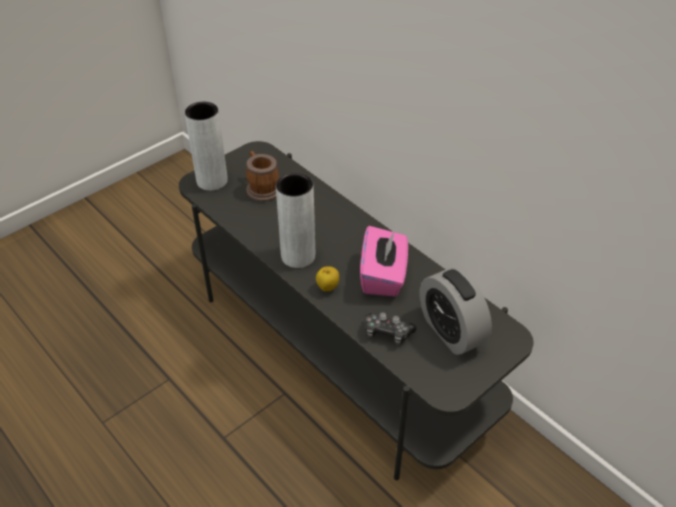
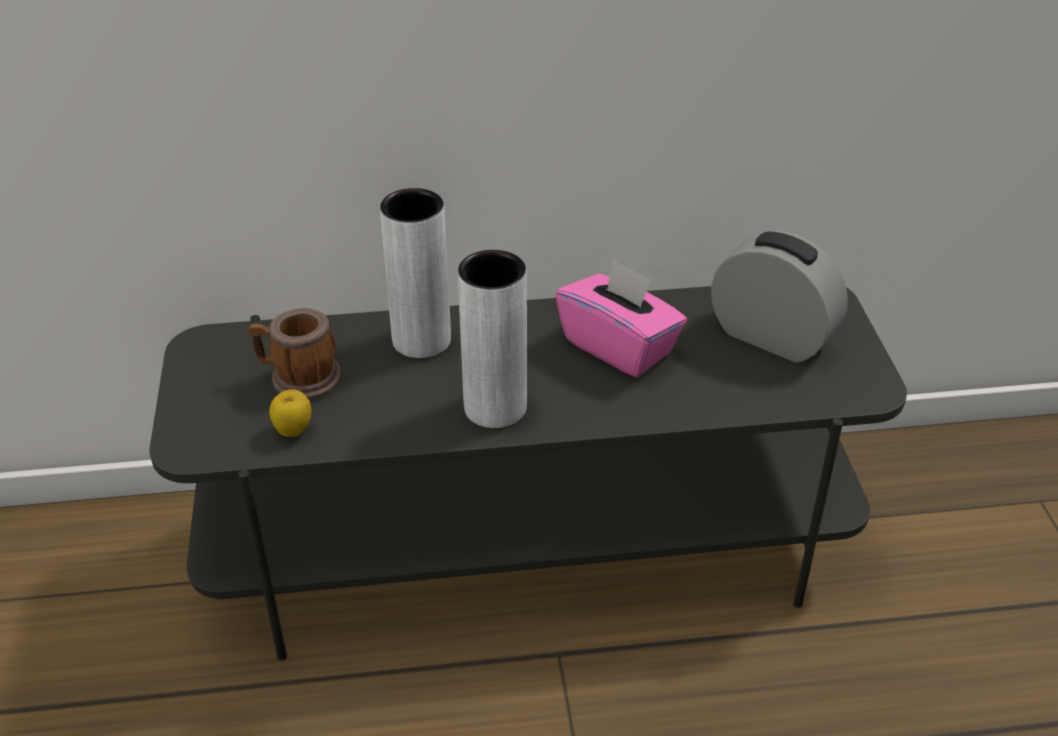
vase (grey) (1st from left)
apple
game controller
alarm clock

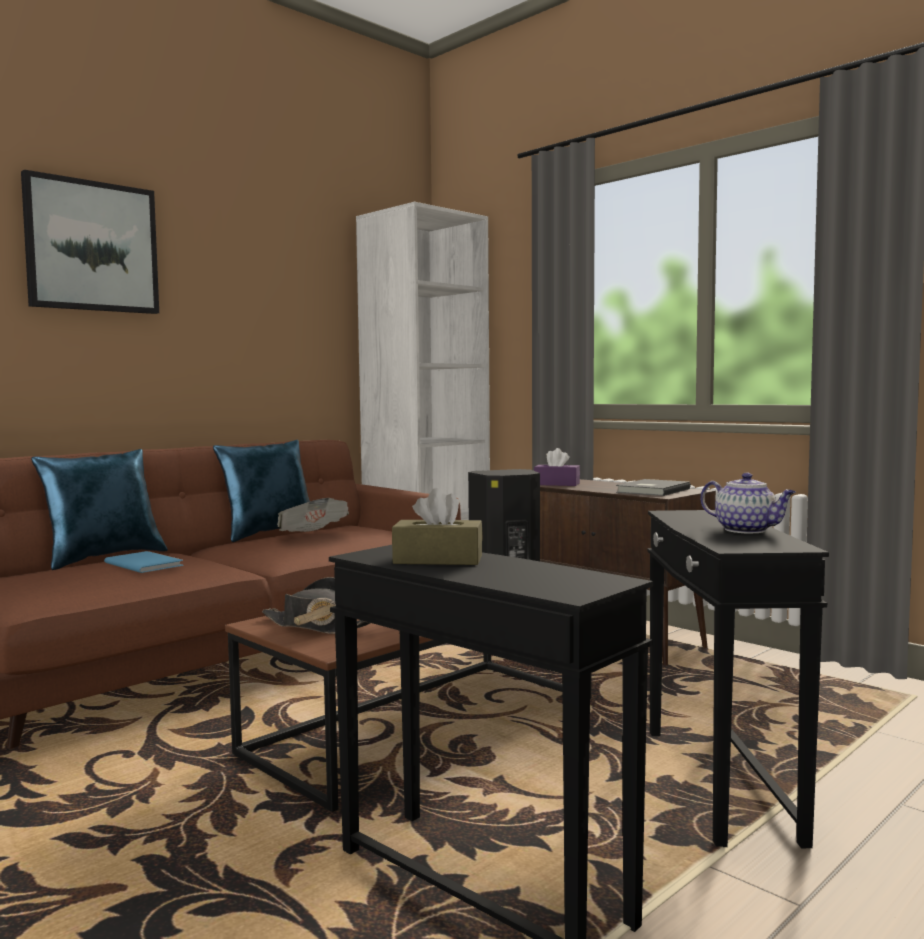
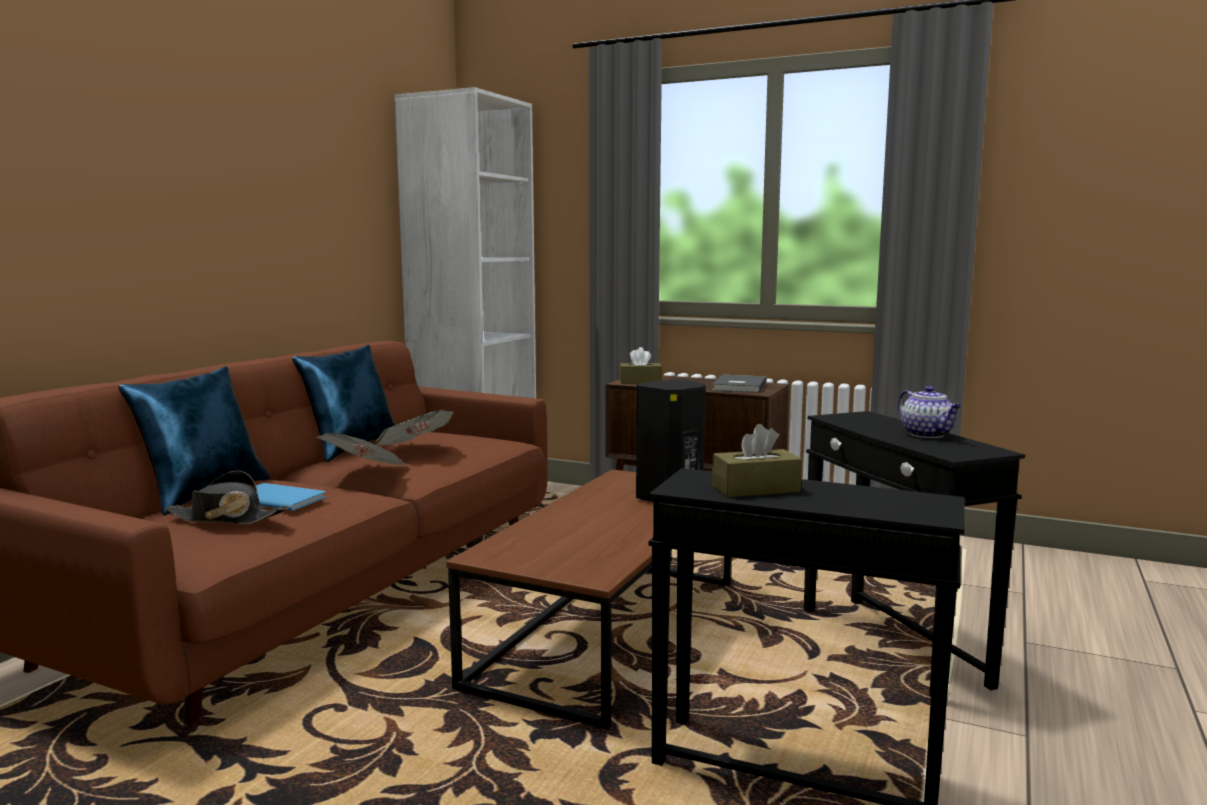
picture
hat (black)
tissue box (brown) (1st from left)
teapot
newspaper (1st from left)

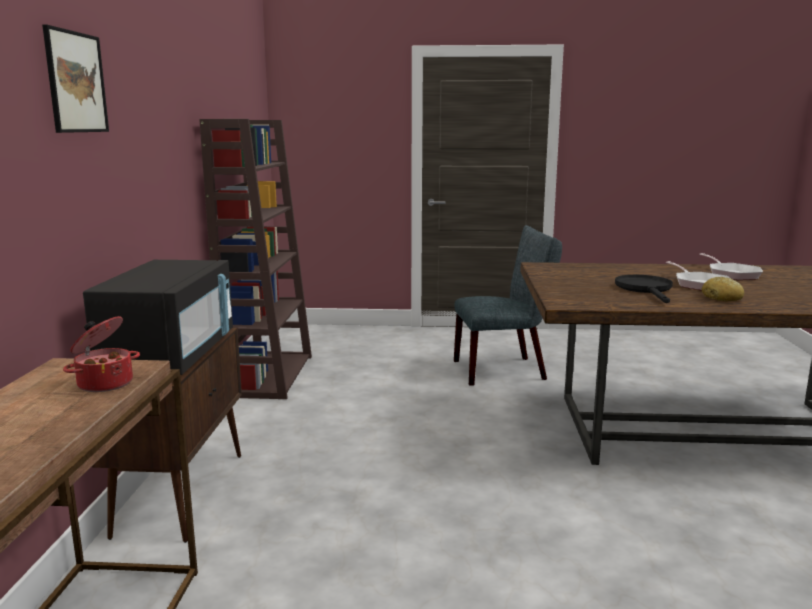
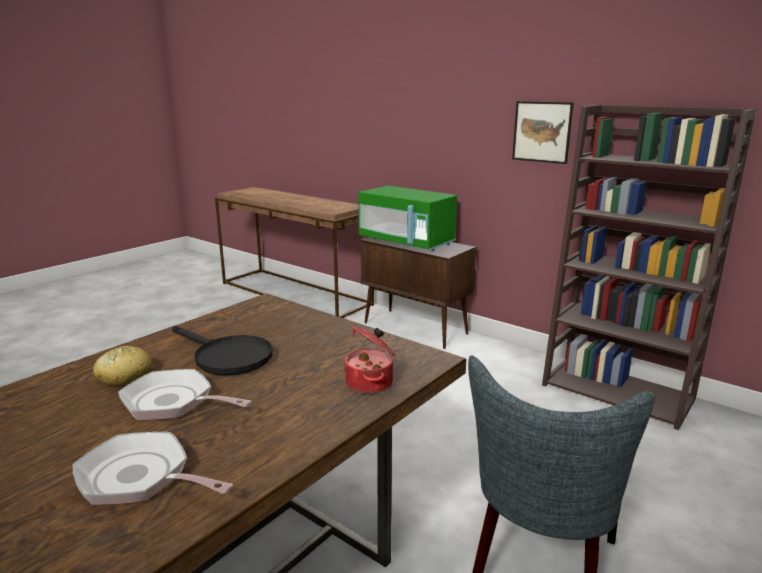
picture
cooking pot
microwave (green)

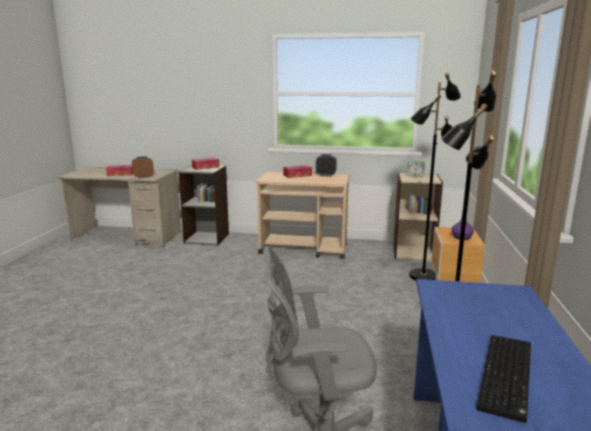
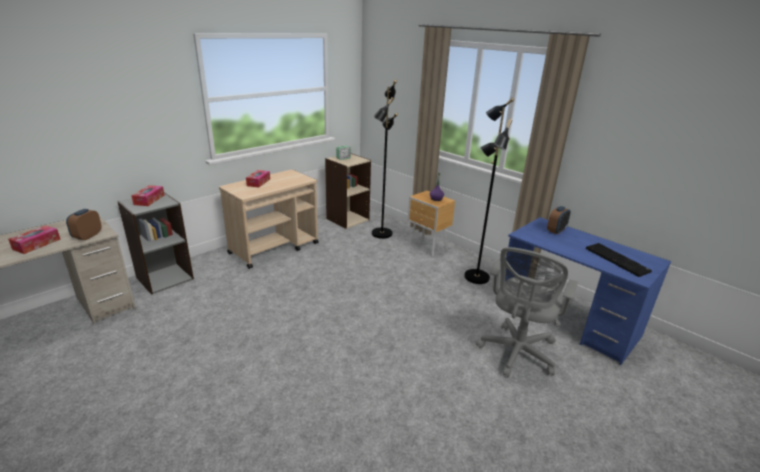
alarm clock (3rd from left)

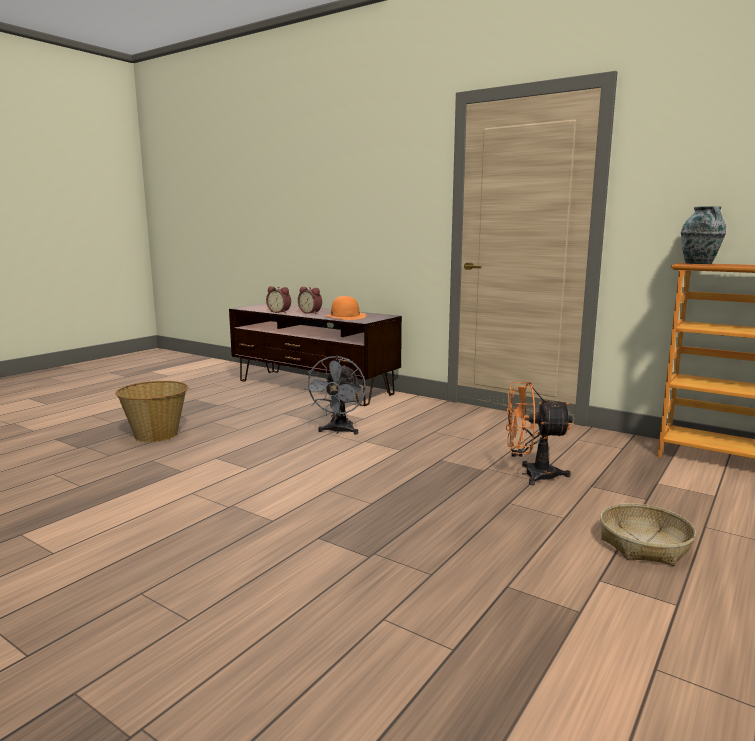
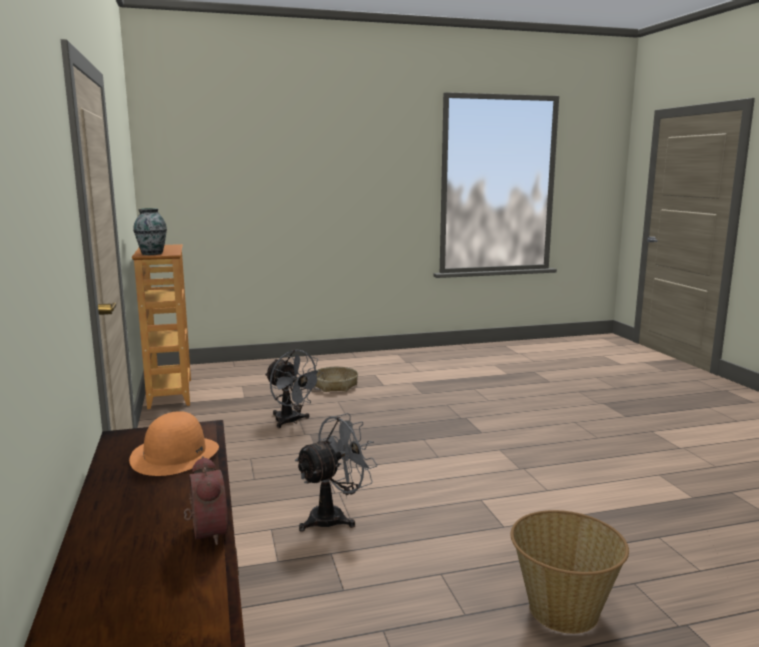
alarm clock (2nd from left in the first image)
fan (grey) (1st from left)

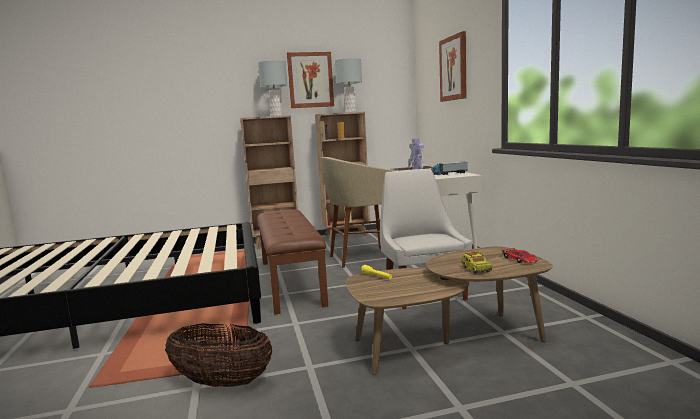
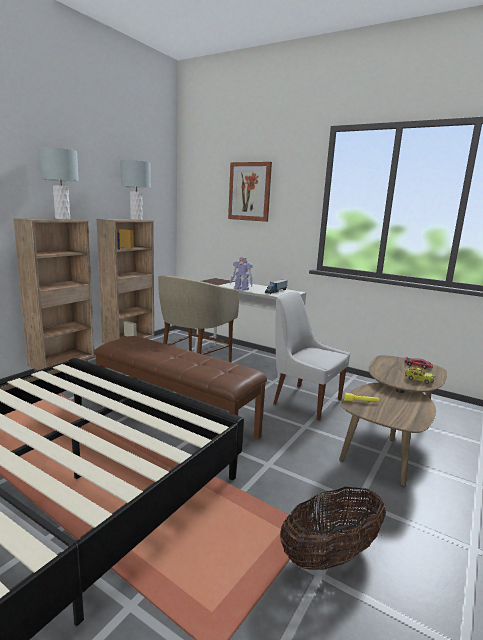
picture (1st from left in the first image)

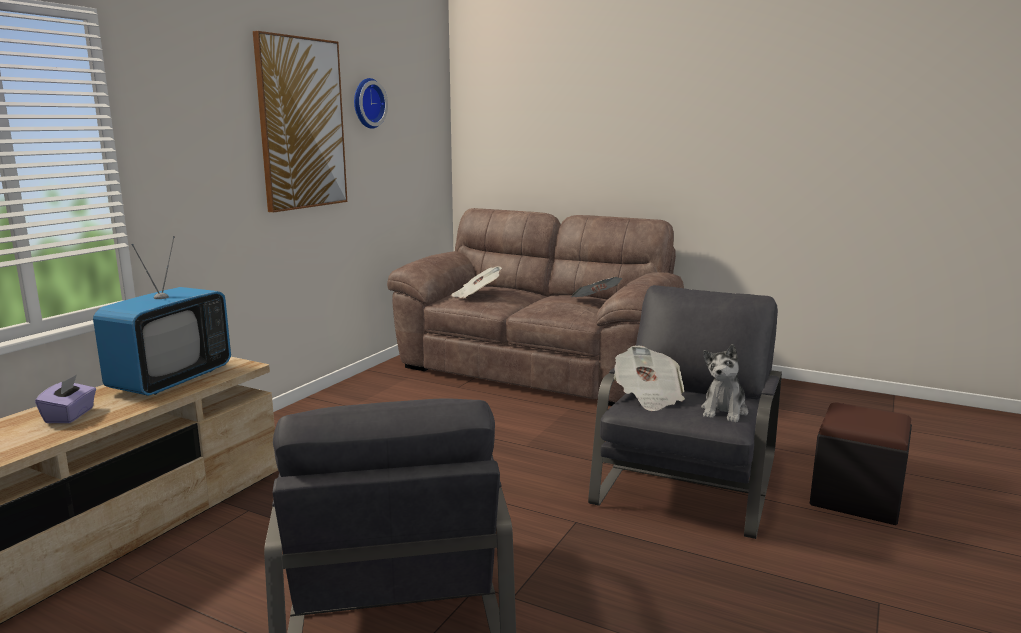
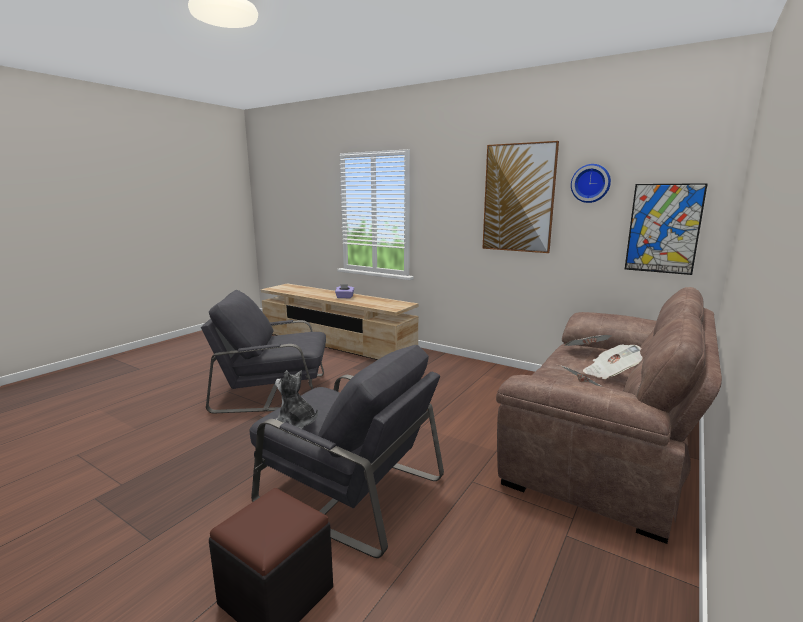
television
newspaper (3rd from left)
picture (2nd from left)

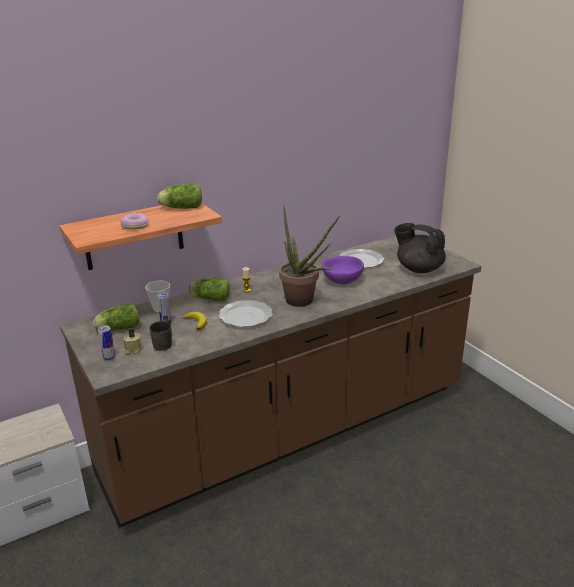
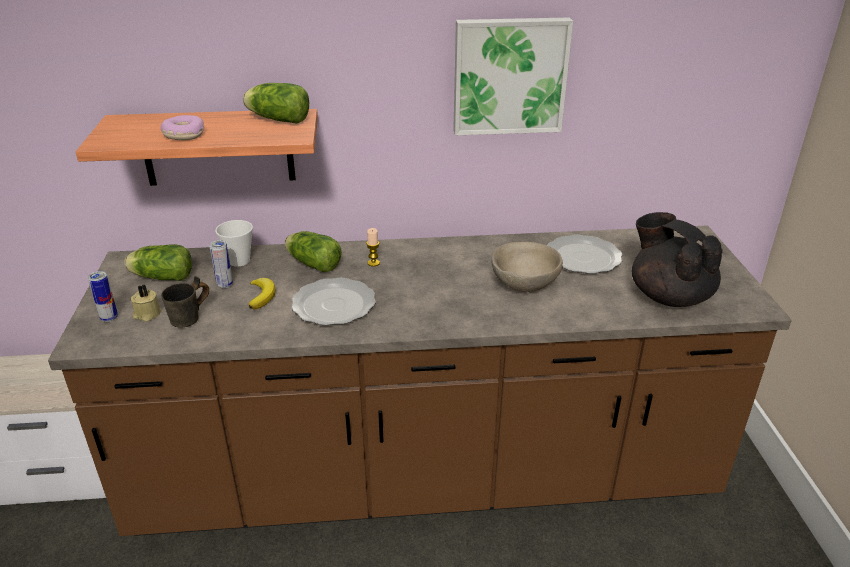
potted plant
bowl (beige)
picture

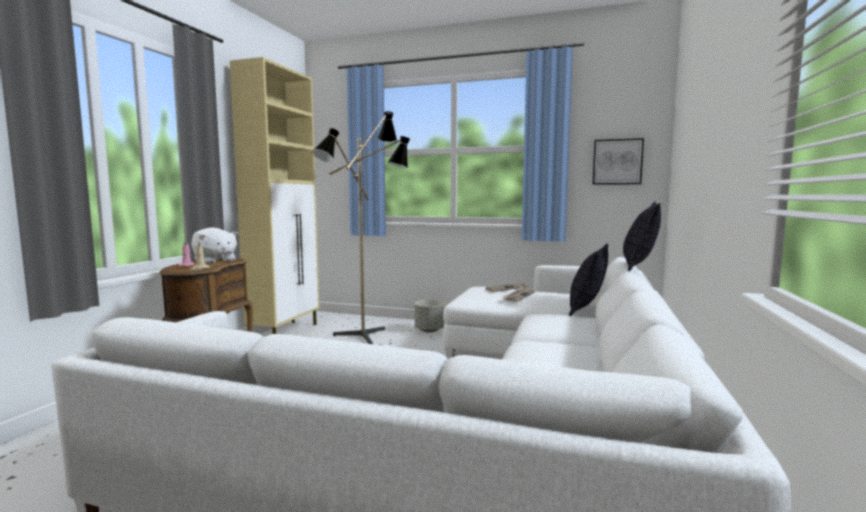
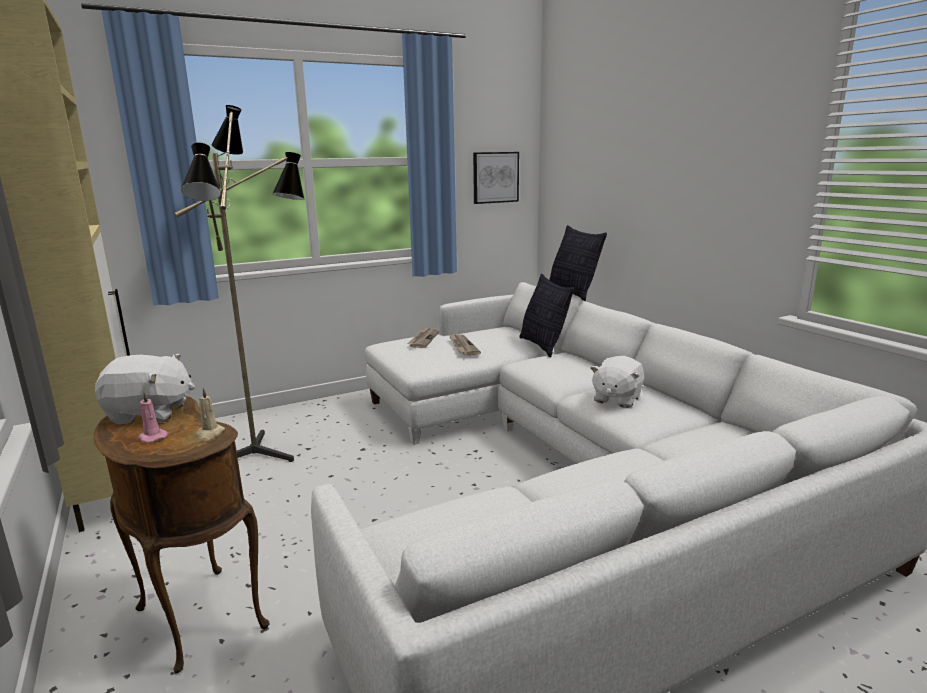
planter (grey)
plush toy (white) (2nd from left)

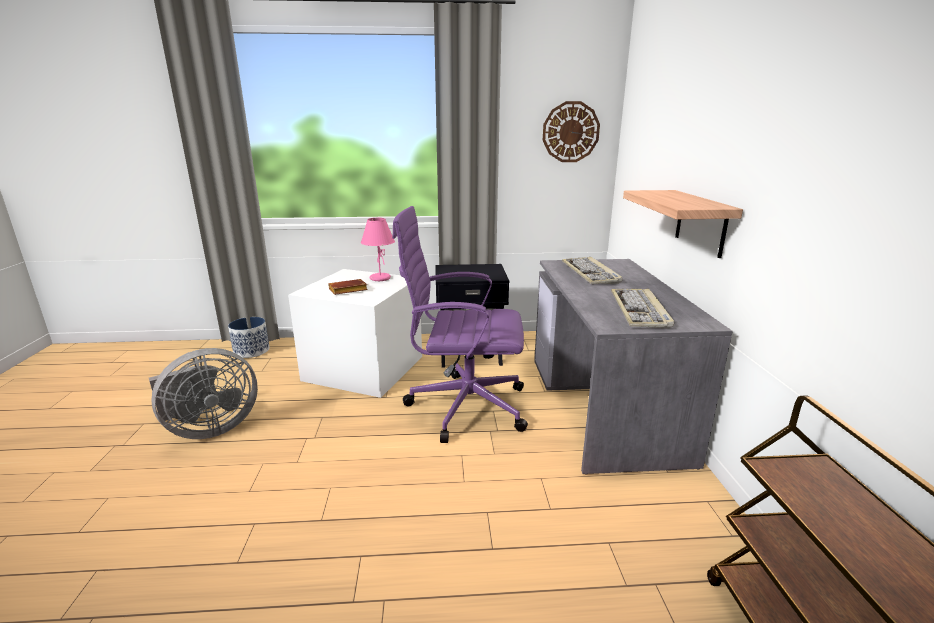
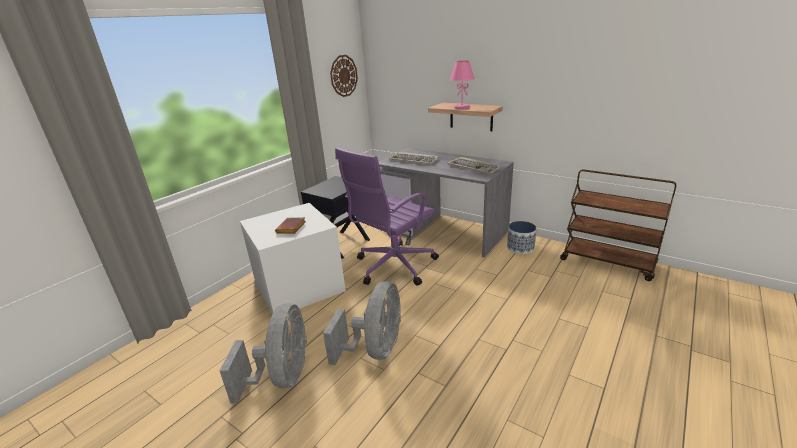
planter
table lamp (pink)
fan (grey) (2nd from left)

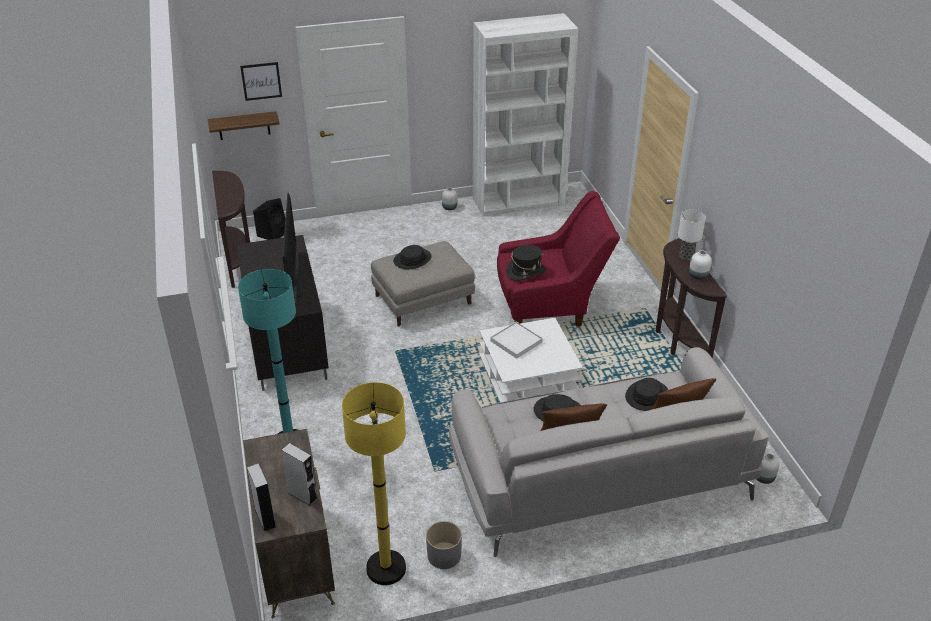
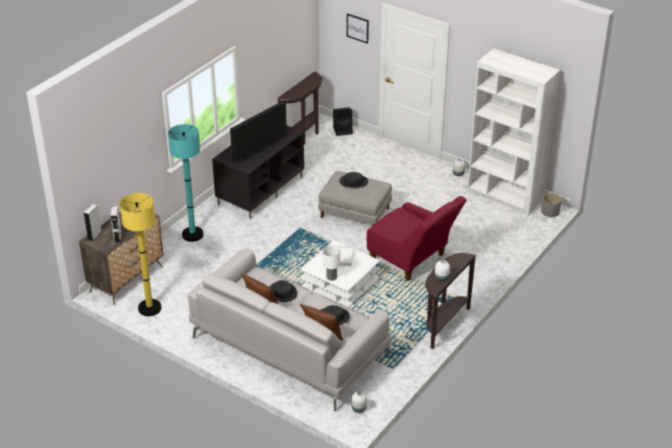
shelf
planter (grey)
hat (black) (2nd from left in the first image)
table lamp

